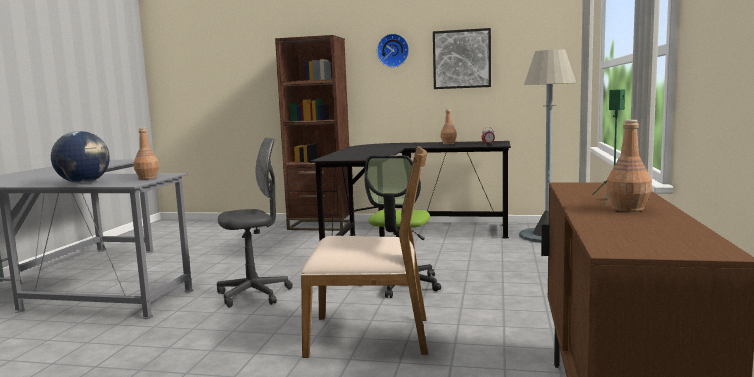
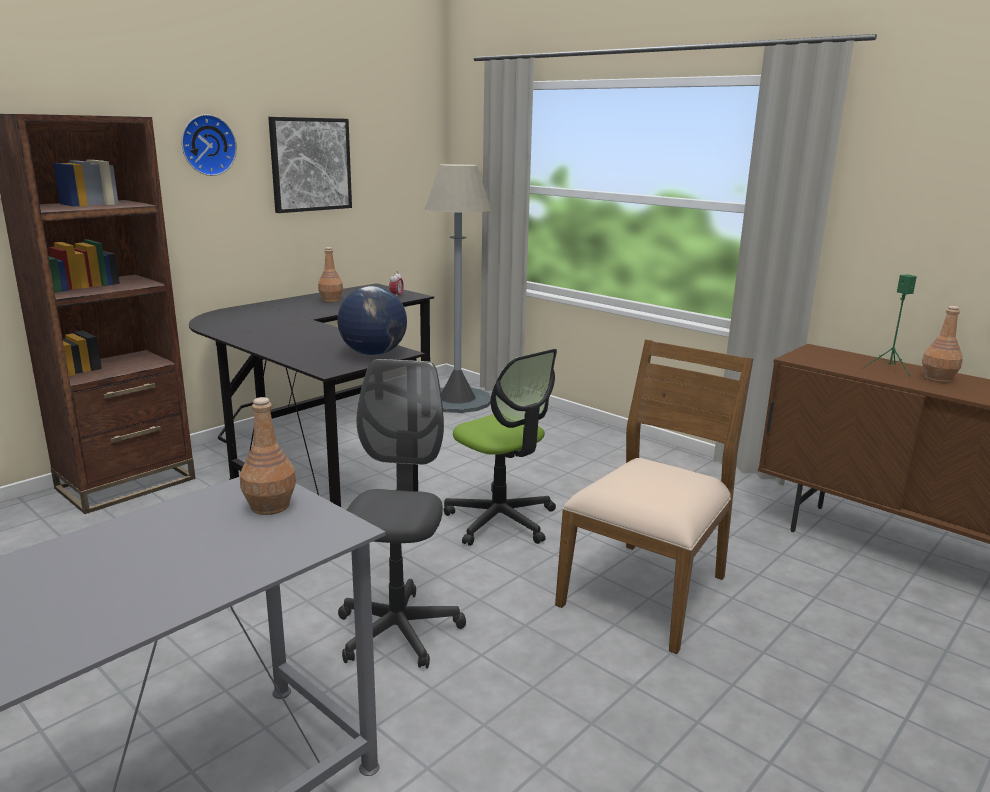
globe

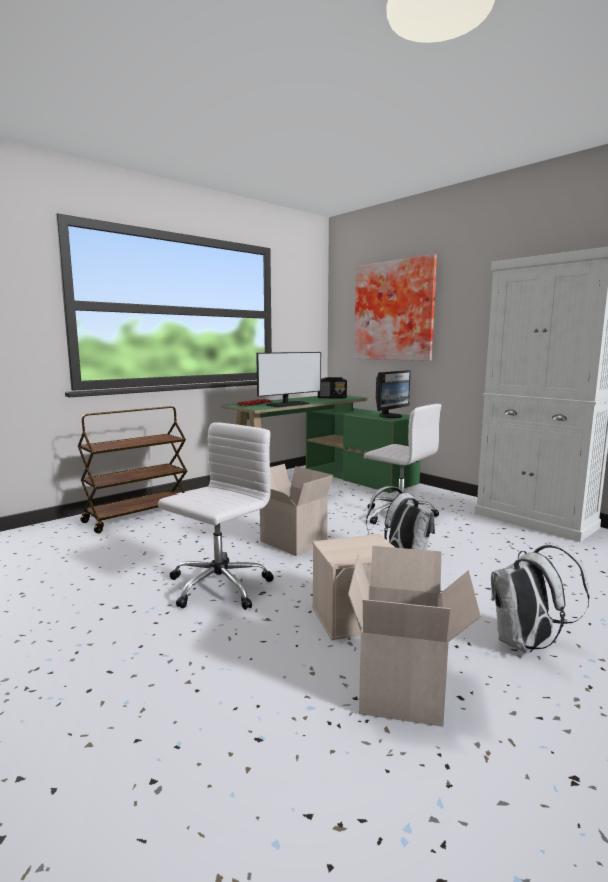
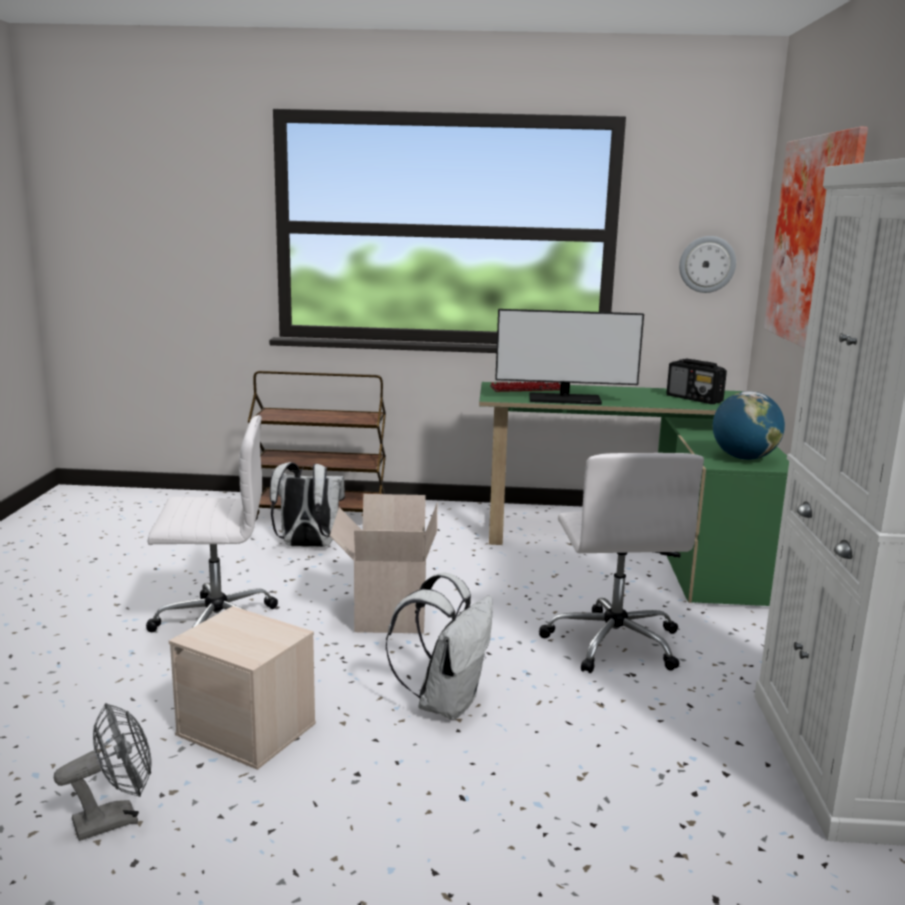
fan (grey)
globe
backpack (white) (1st from left)
wall clock

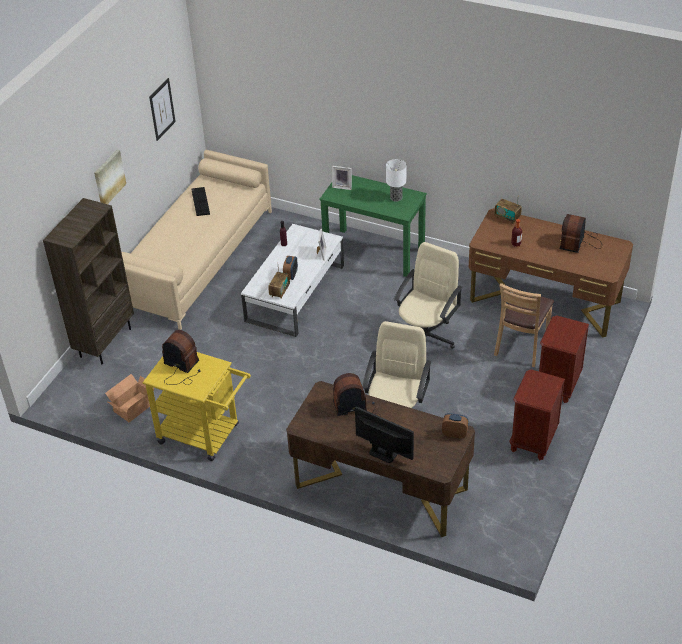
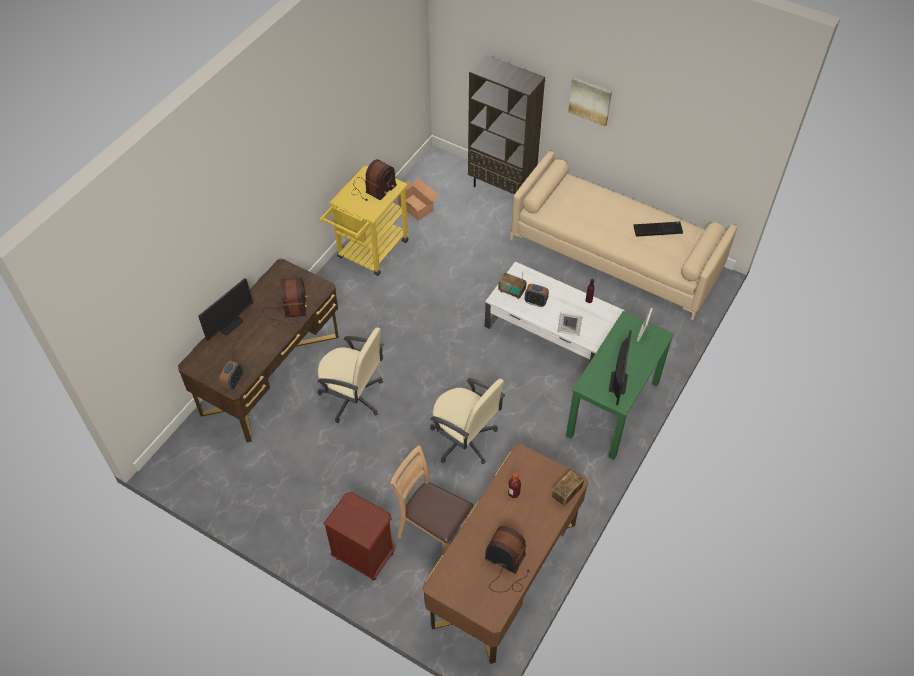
picture (2nd from left in the first image)
monitor (2nd from left)
nightstand (brown) (1st from left in the first image)

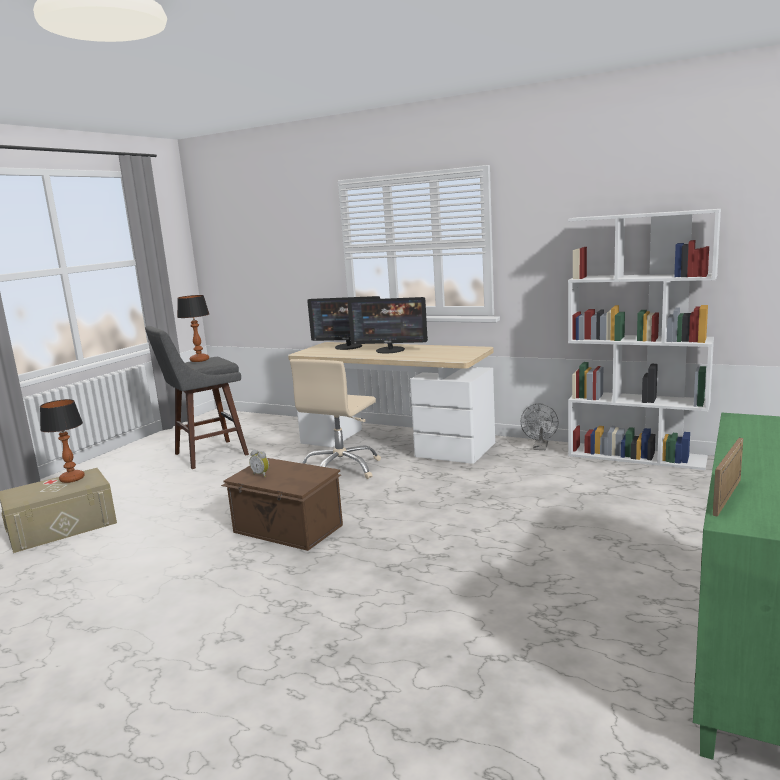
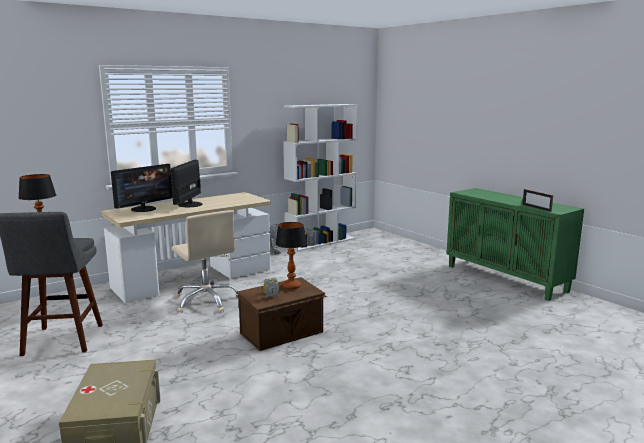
table lamp (2nd from left)
monitor (2nd from left)

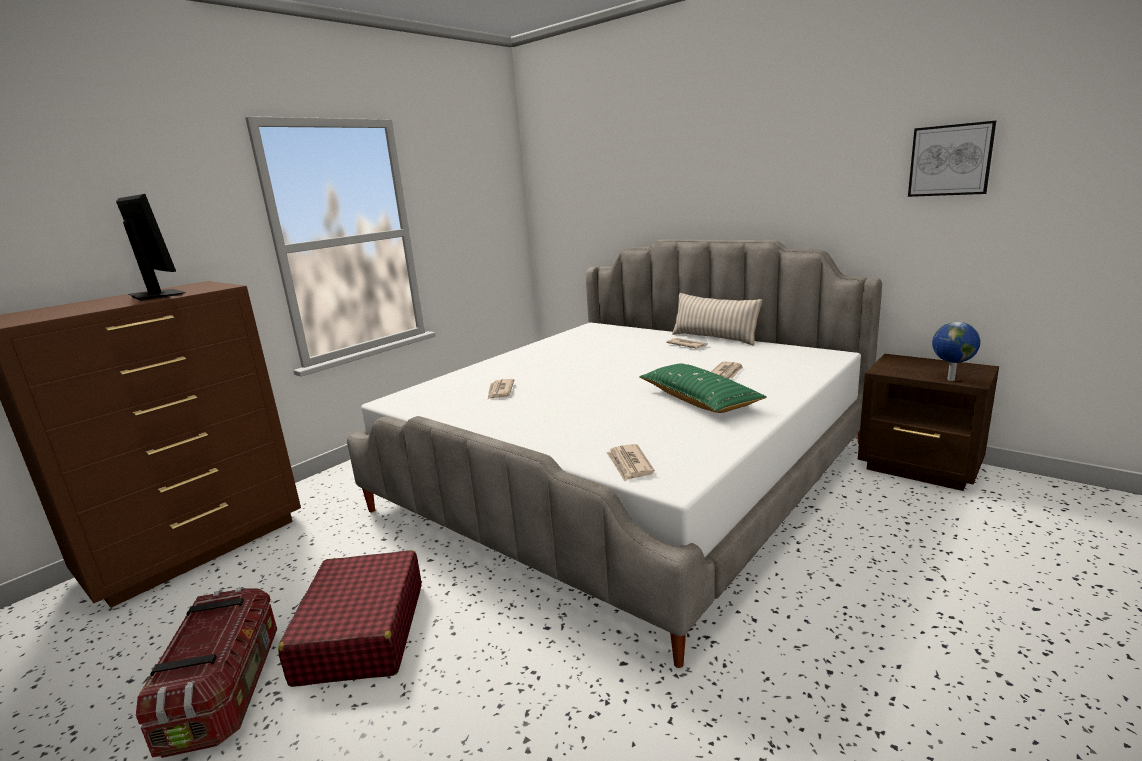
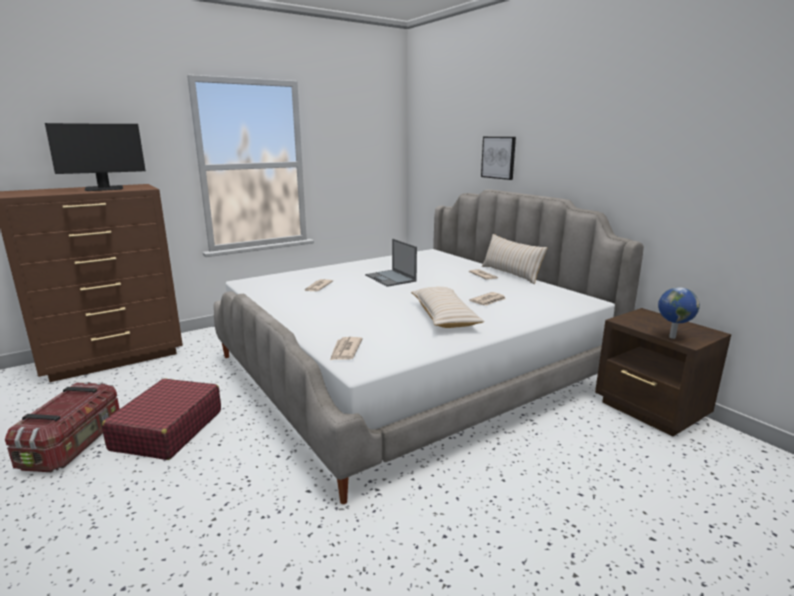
monitor
pillow (beige) (1st from left)
picture
laptop

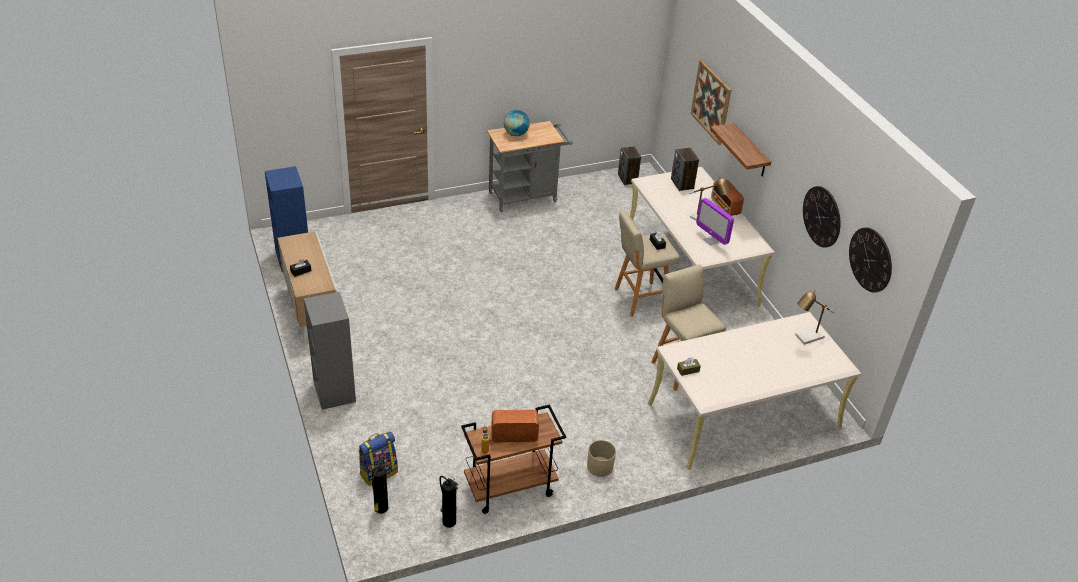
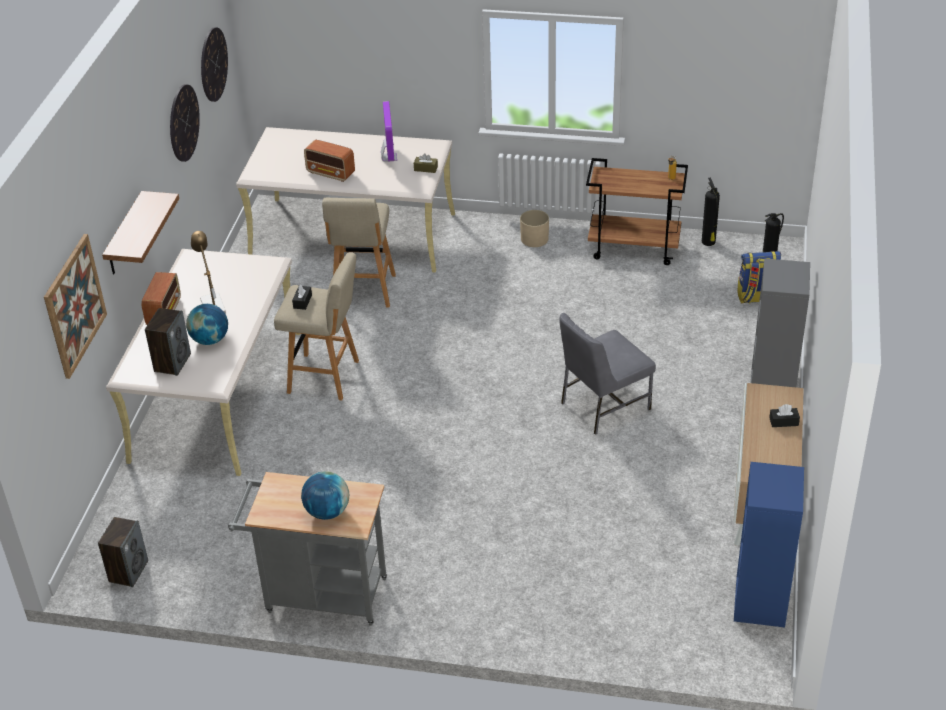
radio (2nd from left)
monitor
table lamp (2nd from left in the first image)
globe (1st from left)
chair (grey)

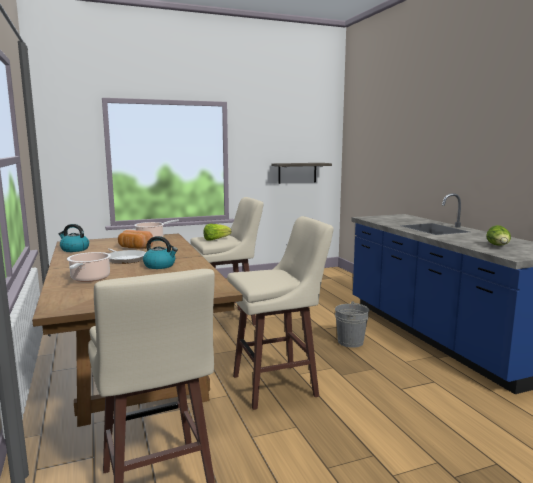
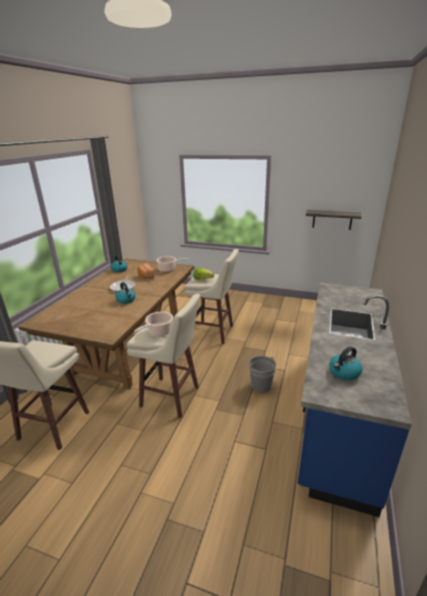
cooking pot (1st from left)
kettle (3rd from left)

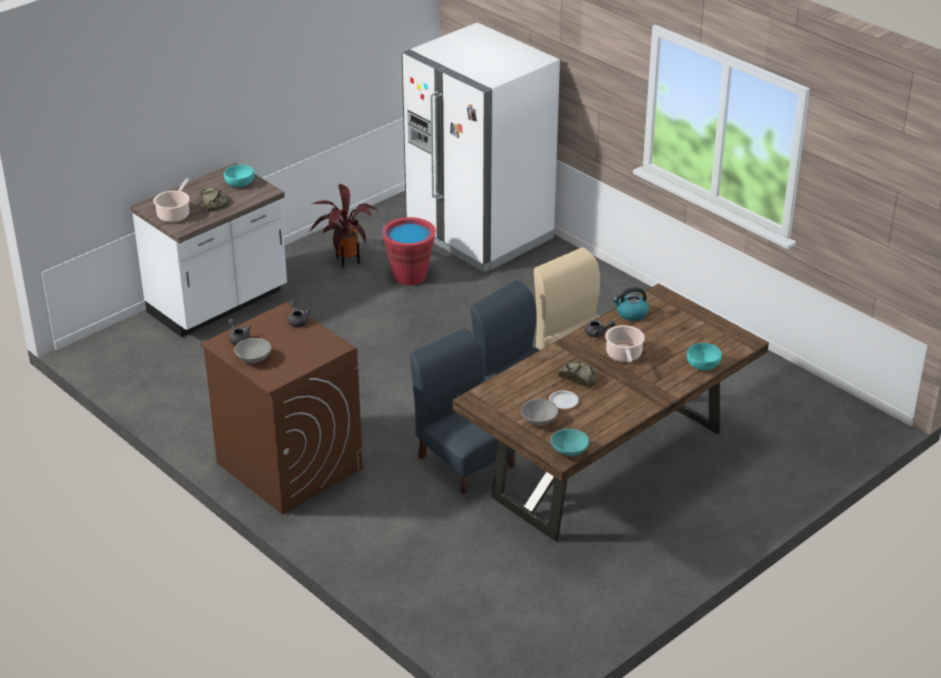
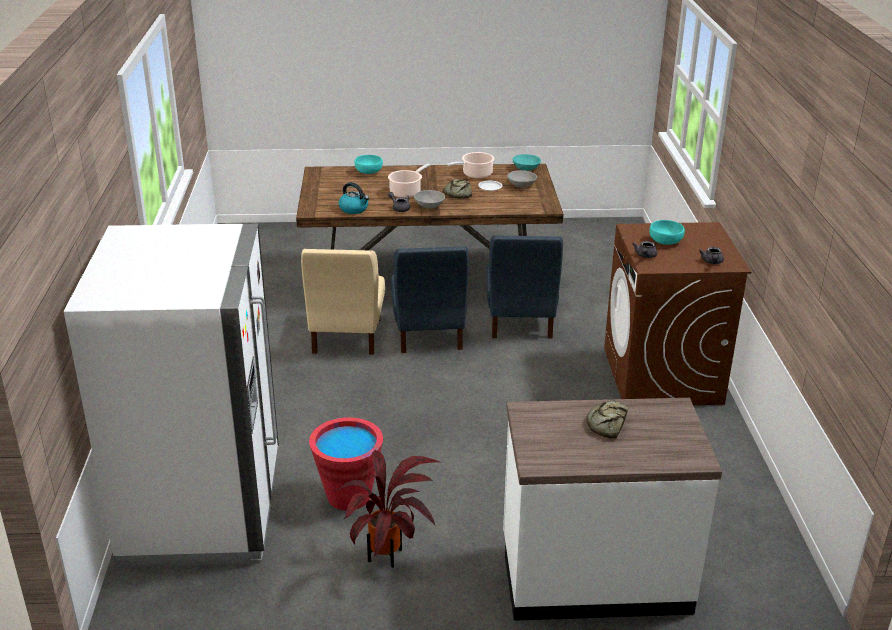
cooking pot (2nd from left)
bowl (turquoise) (3rd from left)
bowl (grey) (1st from left)

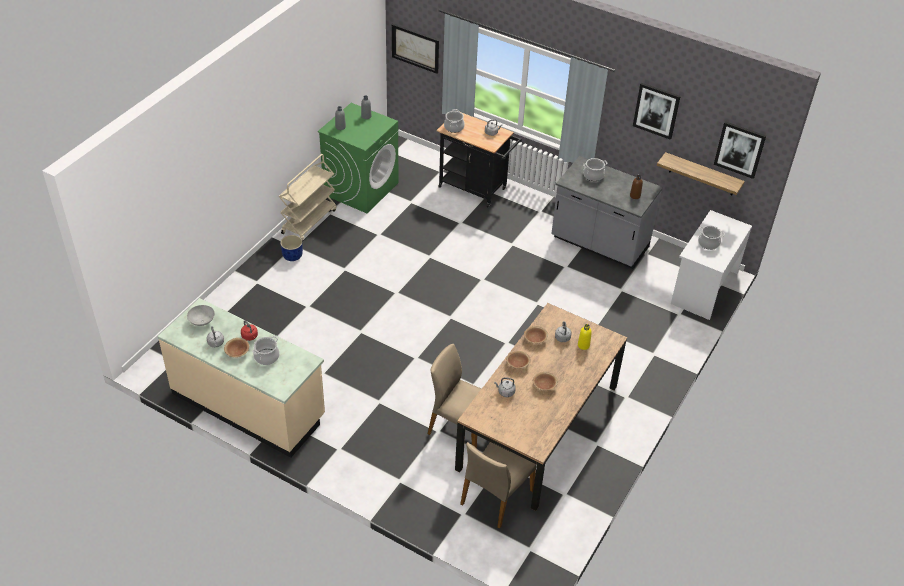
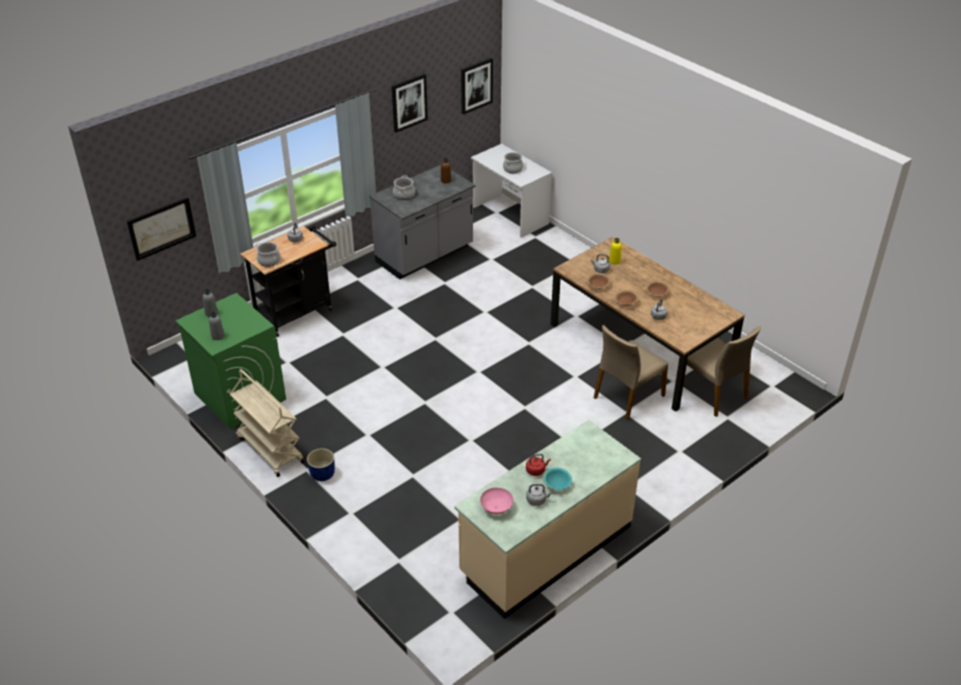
bowl (pink)
bowl (turquoise)
cooking pot (1st from left in the first image)
shelf

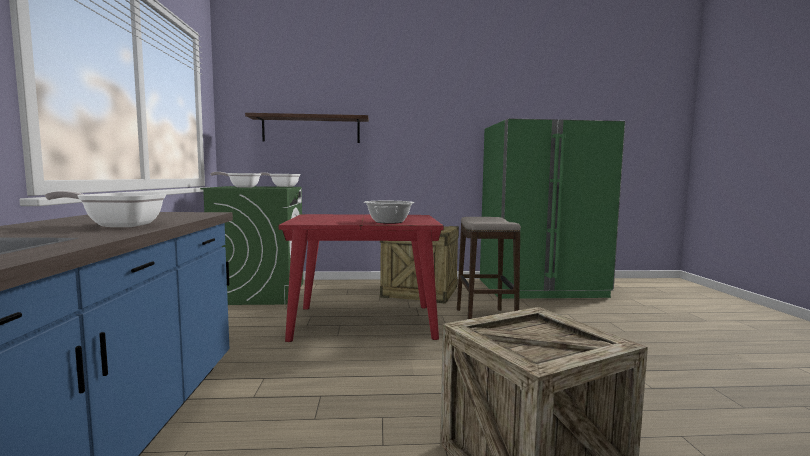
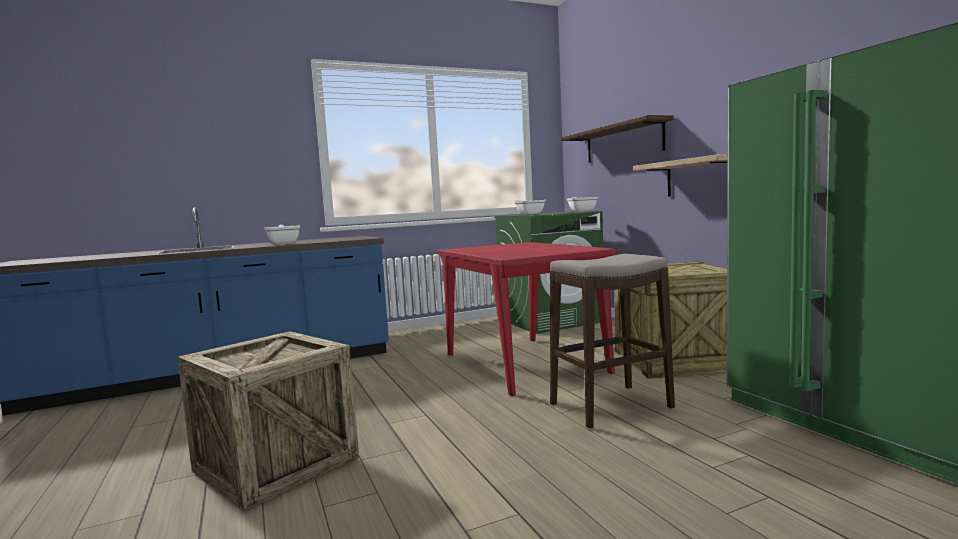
cooking pot
shelf (2nd from left)

